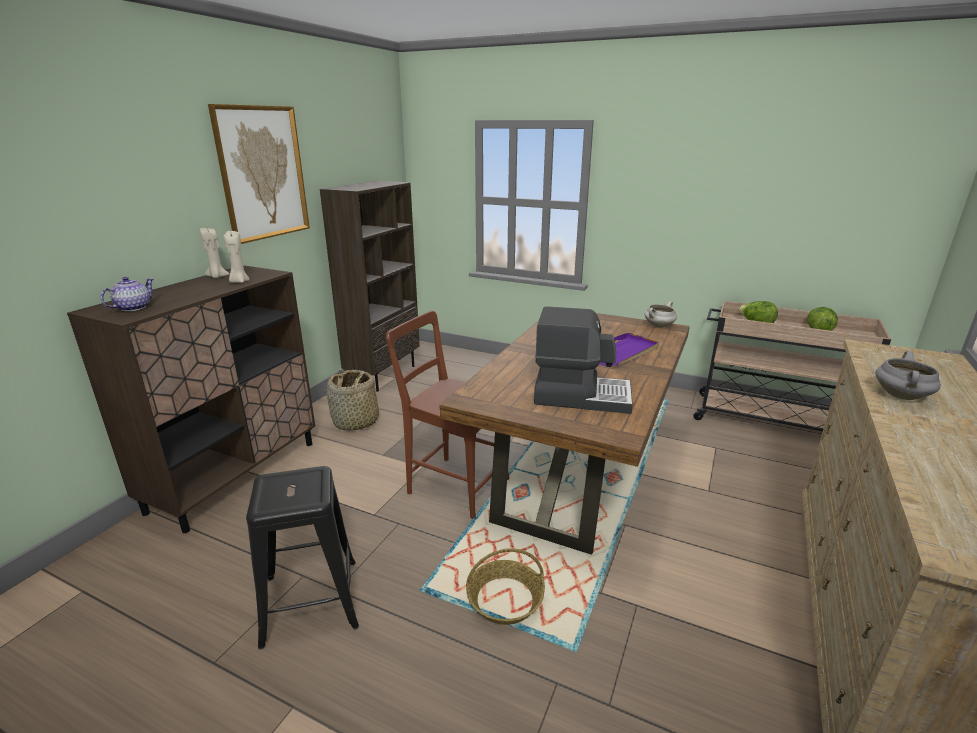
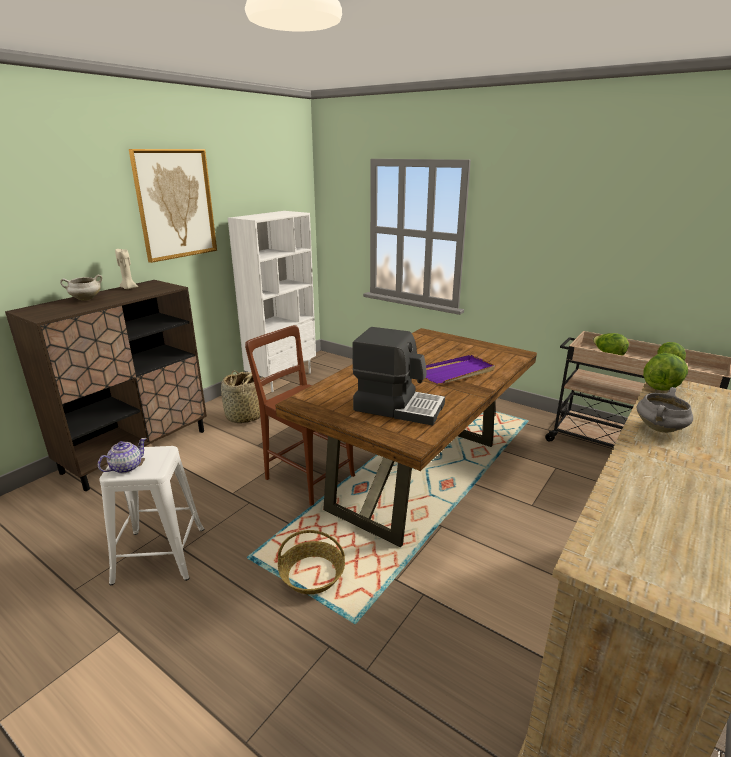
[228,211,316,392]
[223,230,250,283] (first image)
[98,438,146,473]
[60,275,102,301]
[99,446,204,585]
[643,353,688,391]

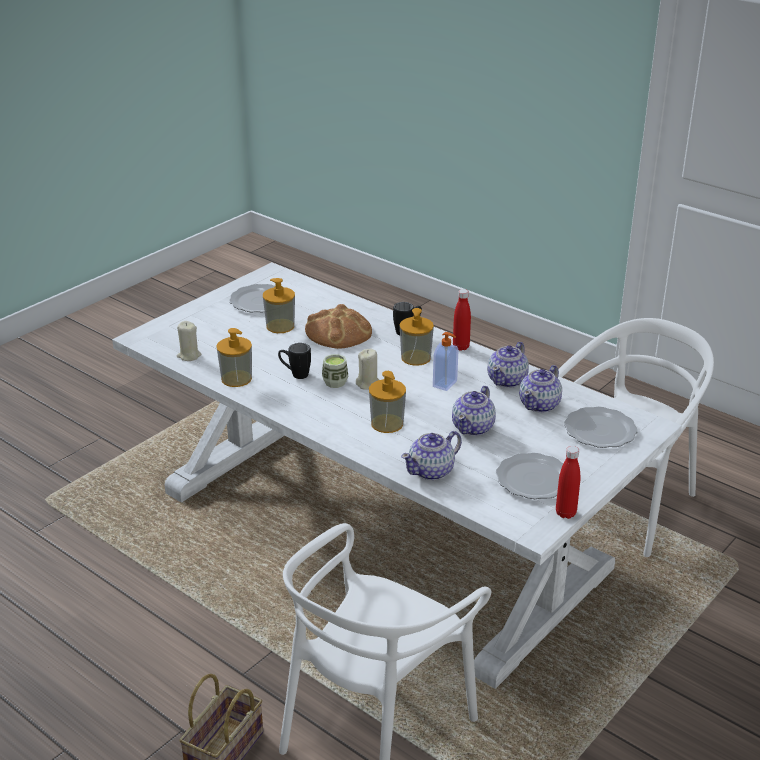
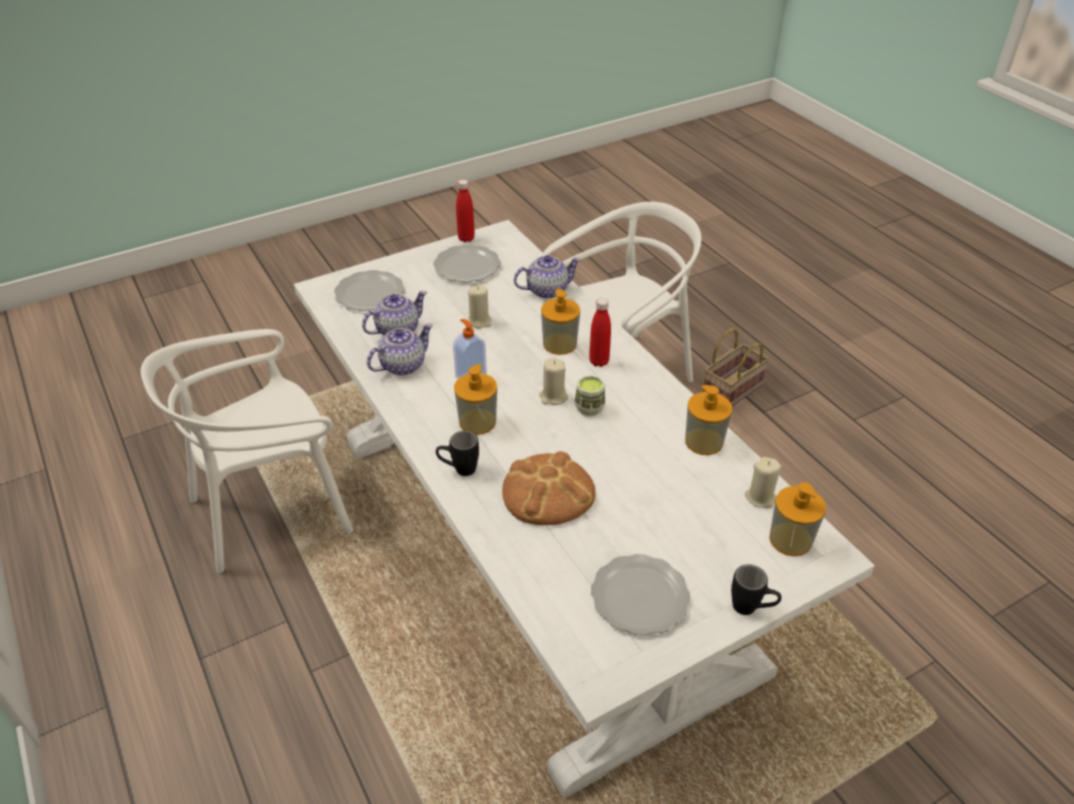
[769,482,826,556]
[589,298,611,367]
[731,564,782,615]
[468,285,492,329]

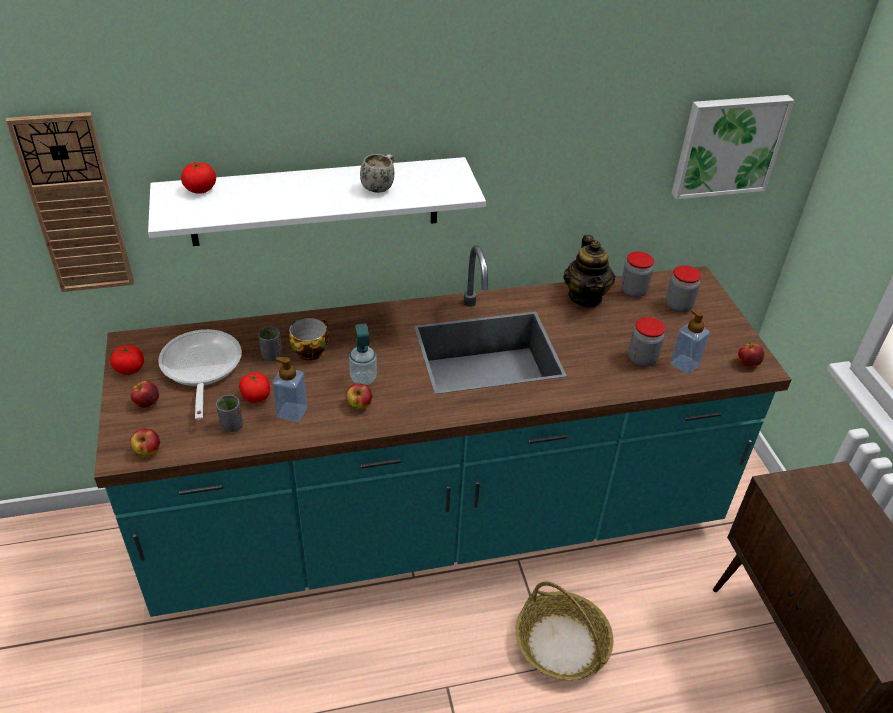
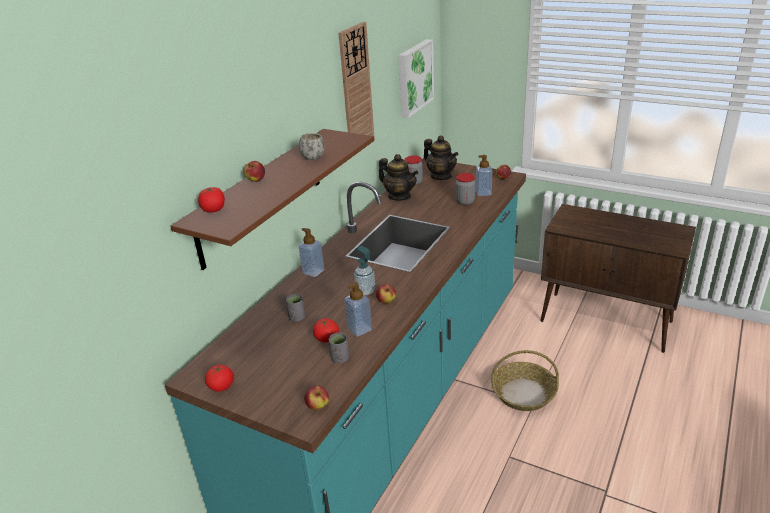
[338,22,375,140]
[170,129,374,270]
[424,136,459,180]
[289,317,329,361] (first image)
[158,329,242,420] (first image)
[244,161,265,182]
[299,228,324,277]

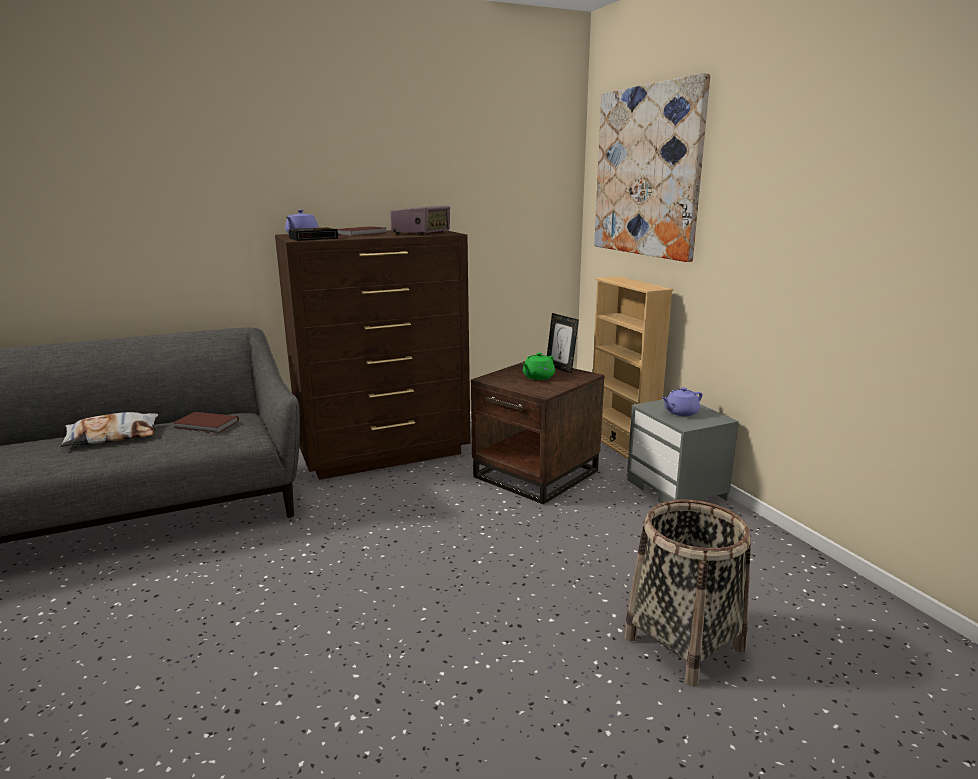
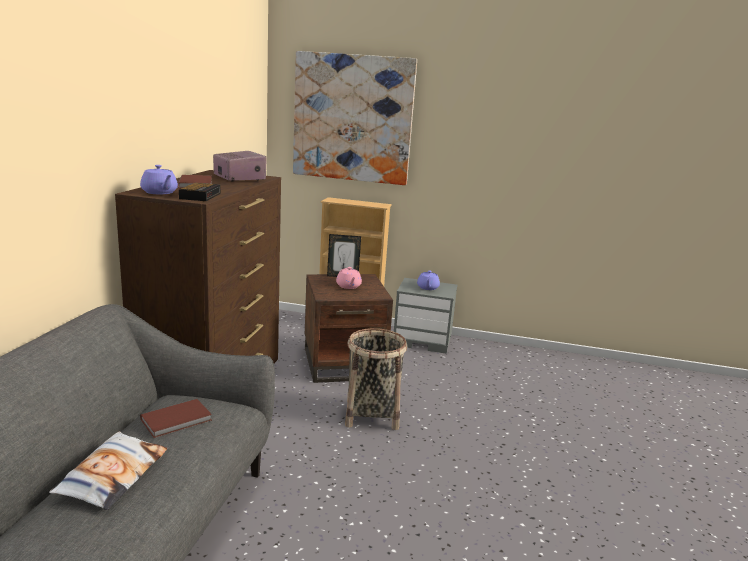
[336,267,362,289]
[345,328,407,430]

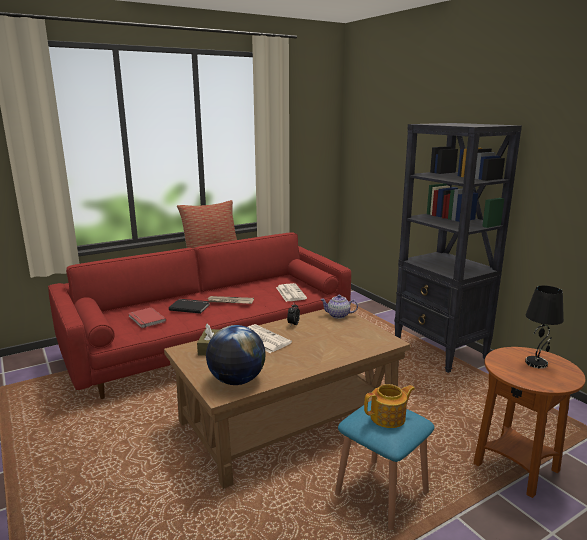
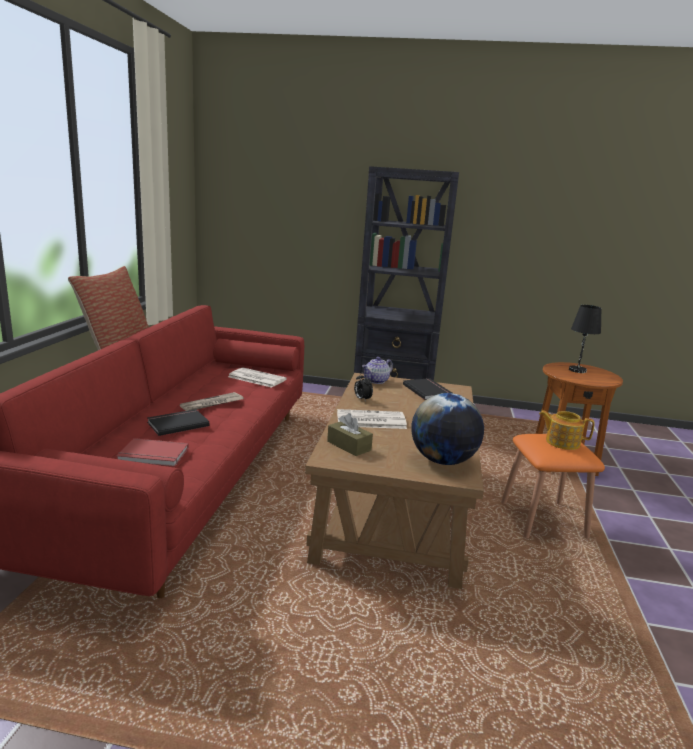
[539,410,595,450]
[501,434,605,539]
[403,378,452,400]

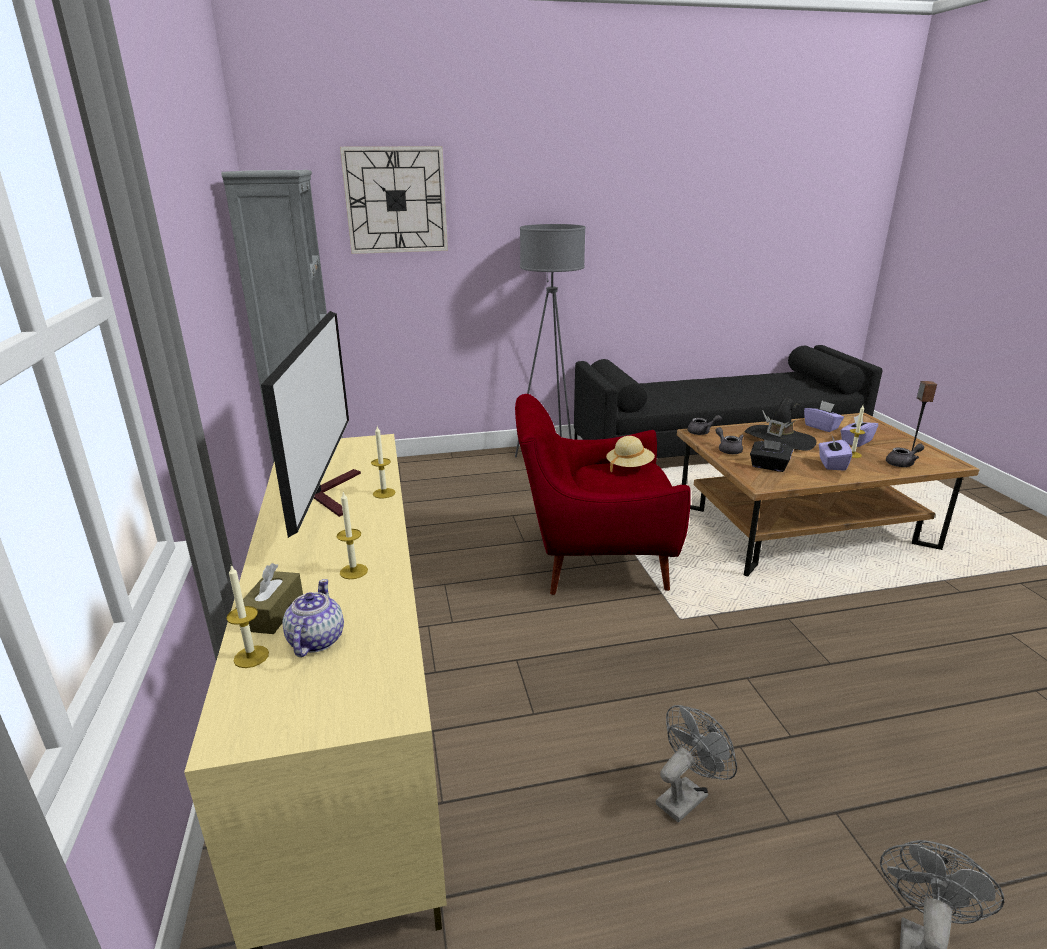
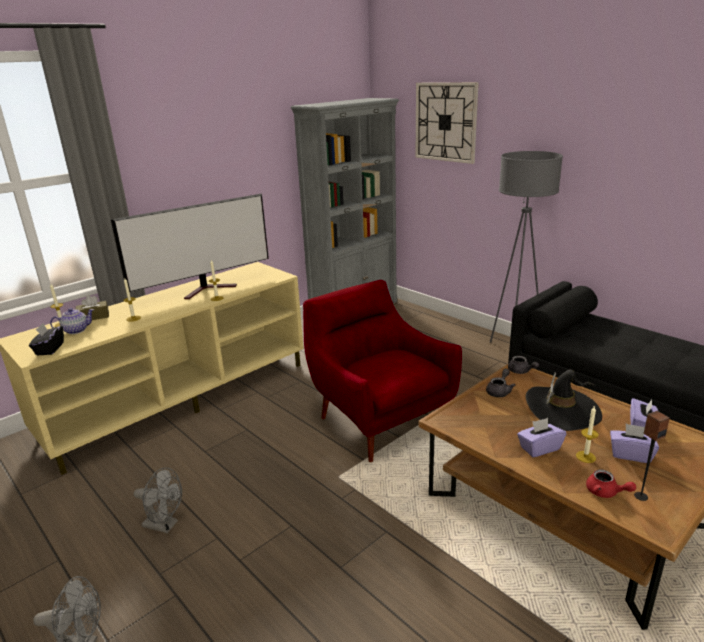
[606,436,655,473] (first image)
[29,323,64,355]
[586,469,636,498]

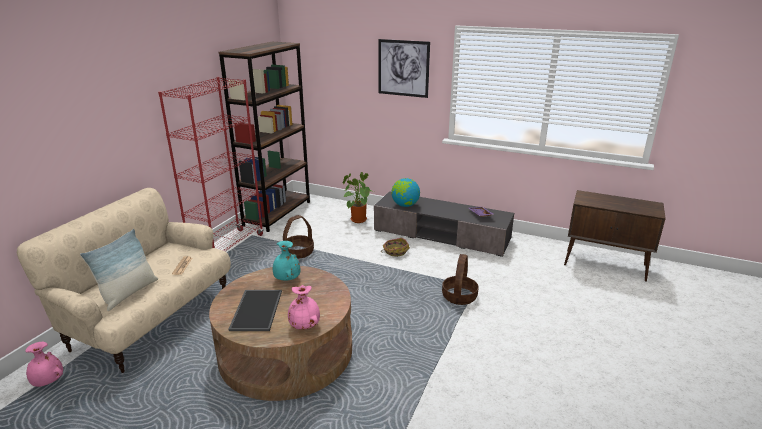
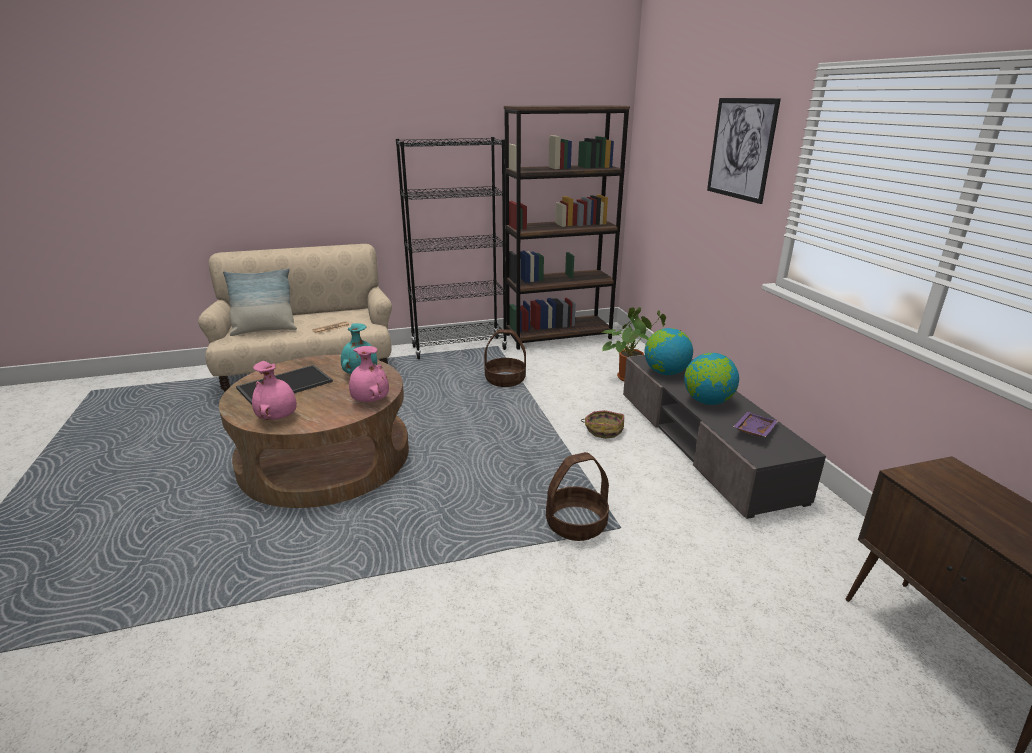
[396,137,507,359]
[349,346,389,402]
[684,353,739,405]

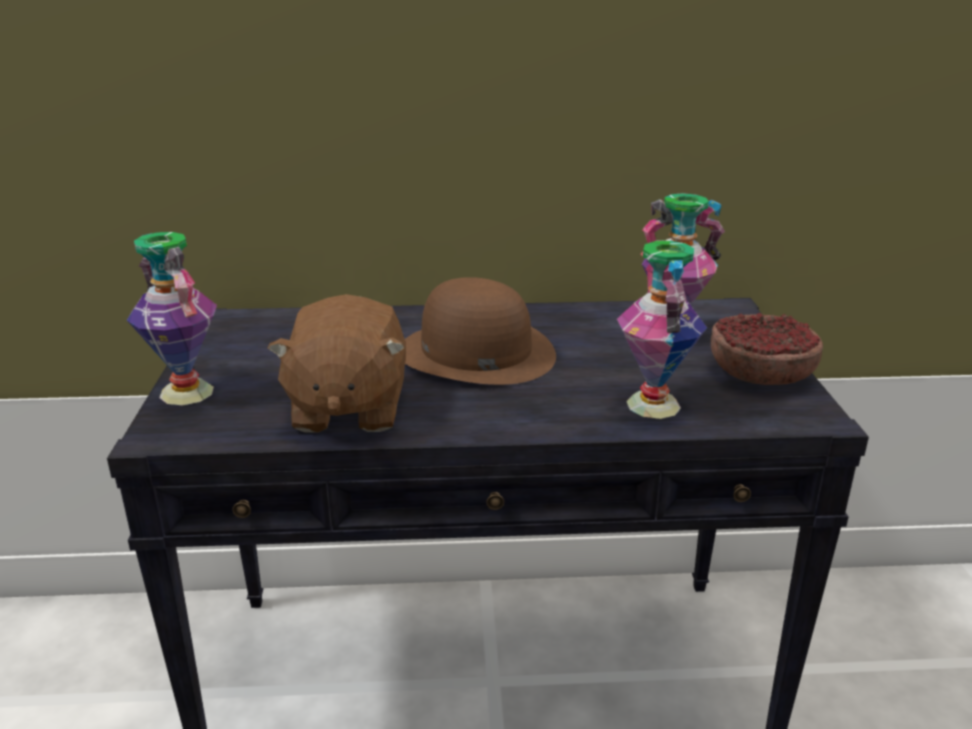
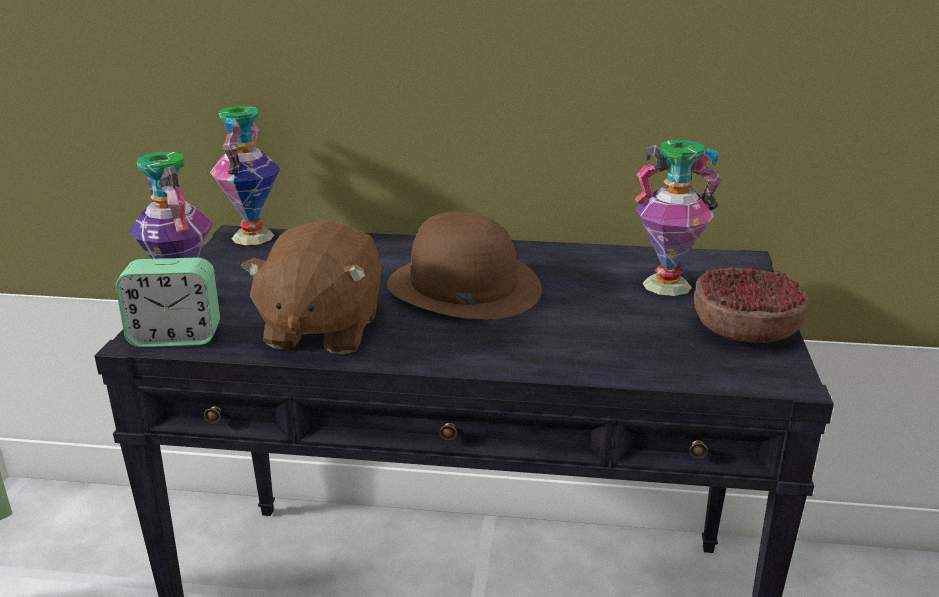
[210,106,280,245]
[116,257,220,347]

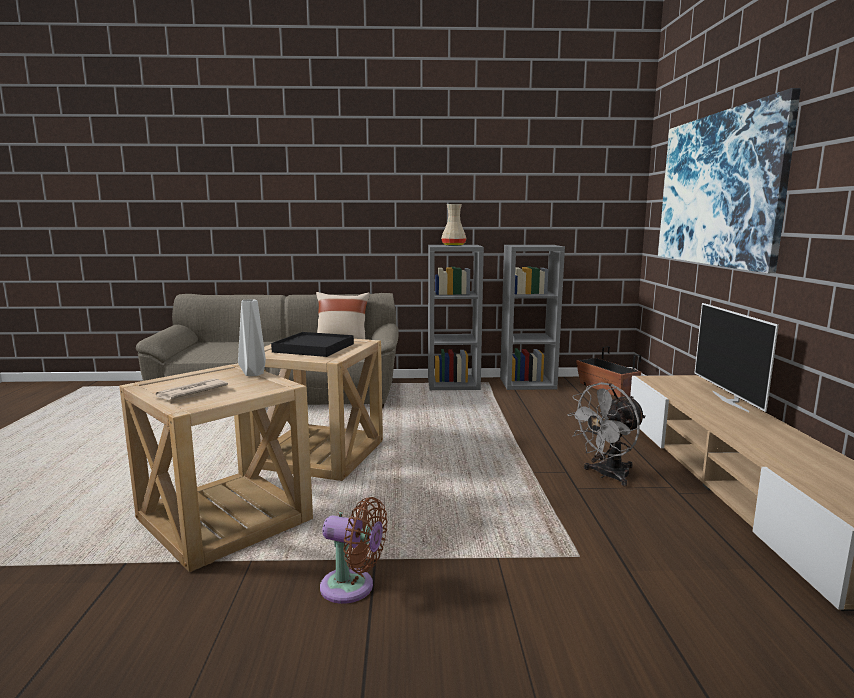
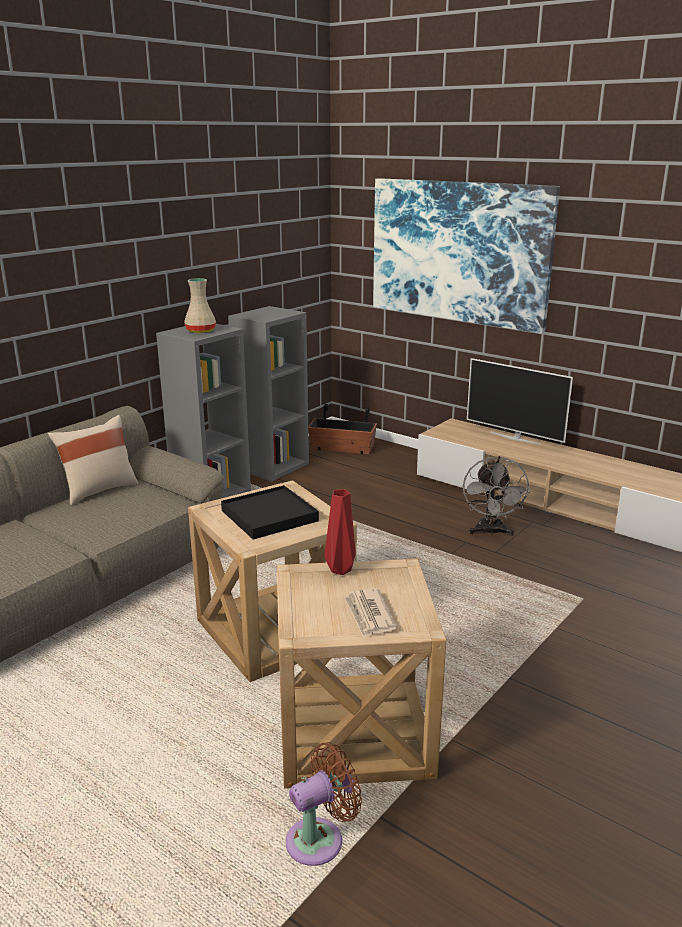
[324,489,356,575]
[286,742,362,866]

